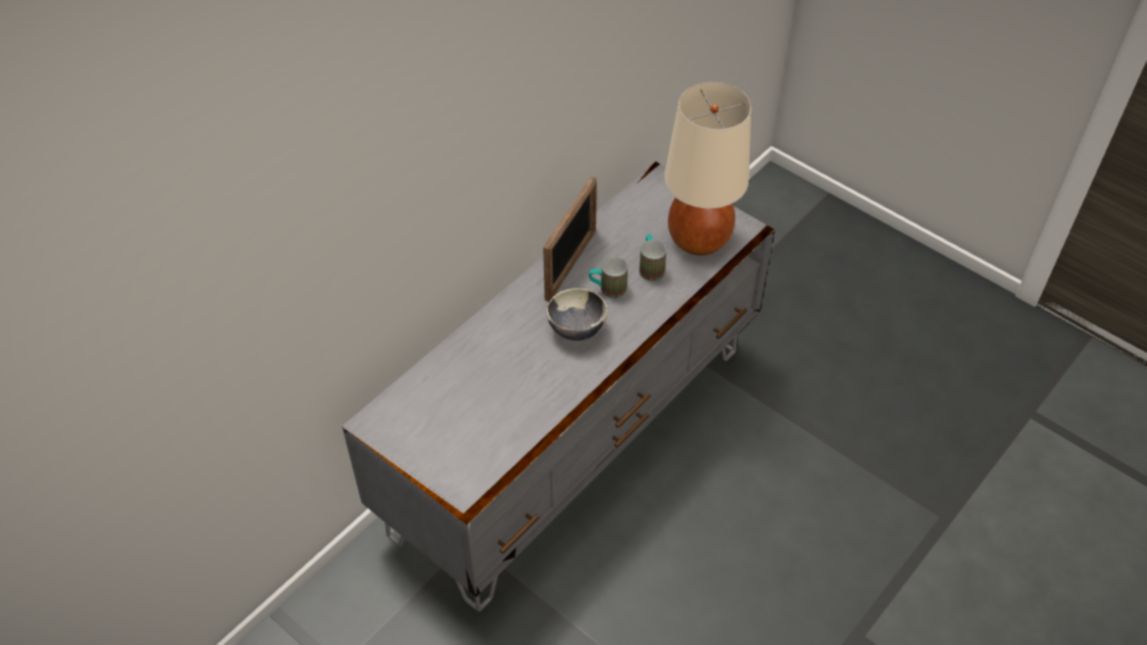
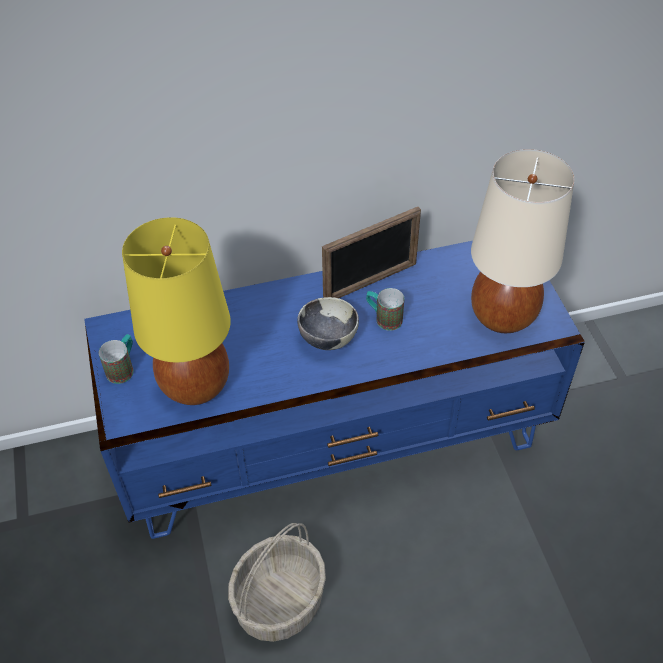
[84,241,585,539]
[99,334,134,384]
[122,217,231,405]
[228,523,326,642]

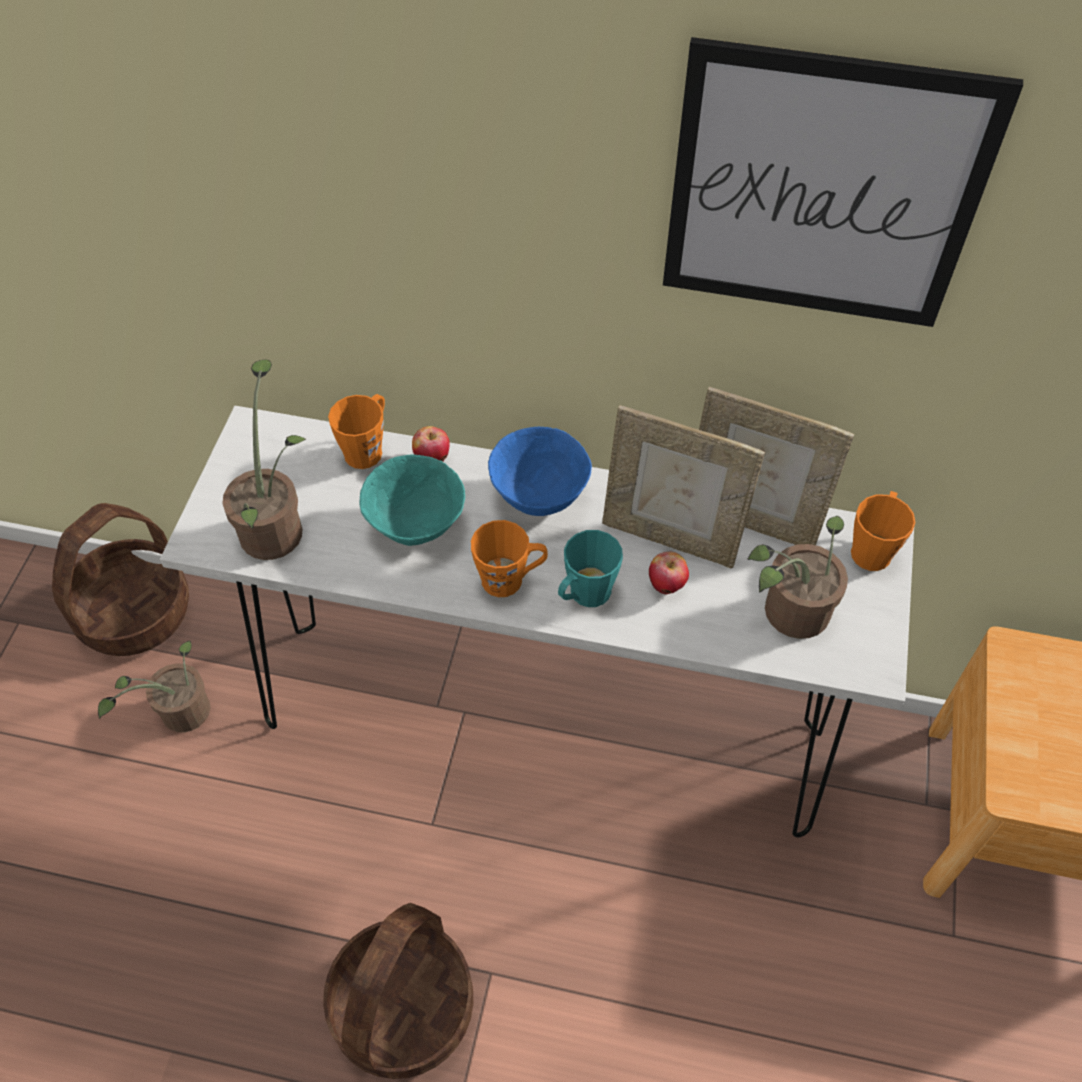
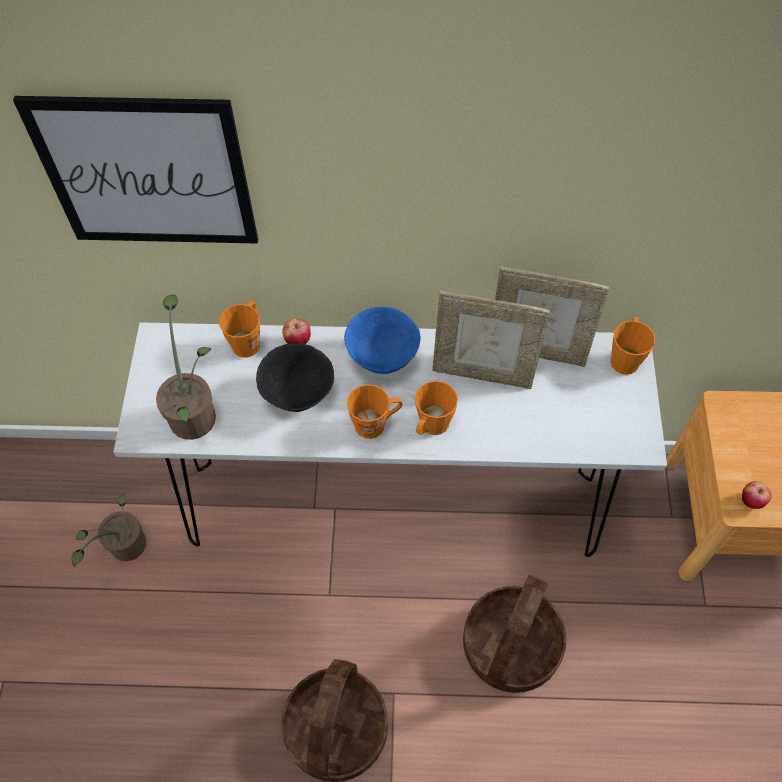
[13,96,258,244]
[256,343,334,412]
[463,575,567,693]
[747,516,848,639] (first image)
[415,381,458,435]
[742,481,771,509]

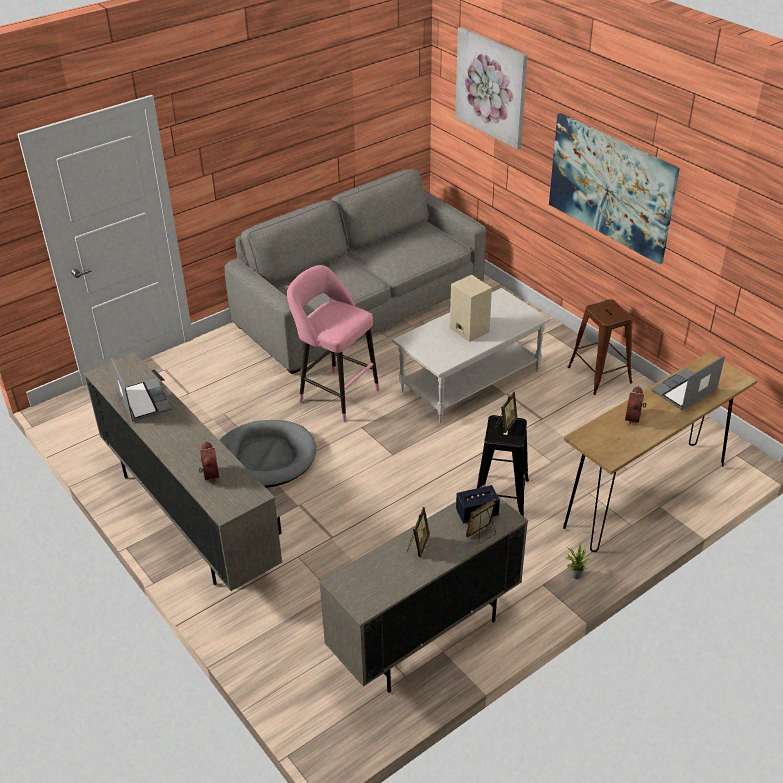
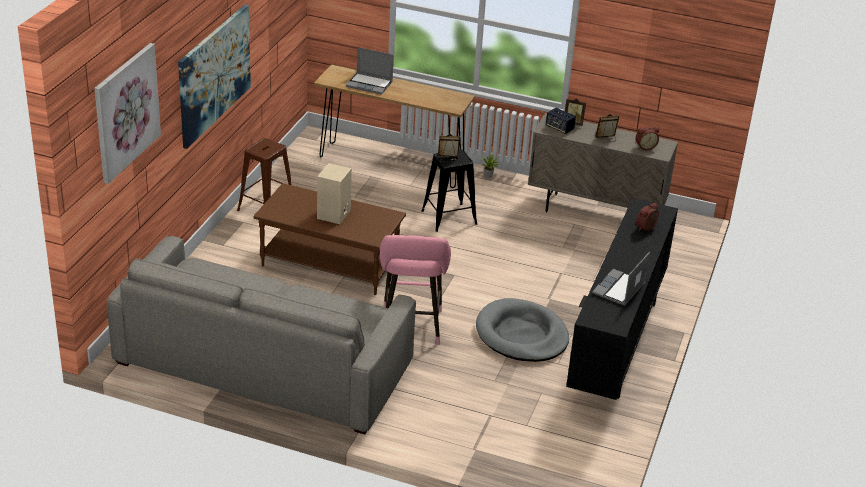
[253,183,406,295]
[566,198,678,400]
[636,126,659,150]

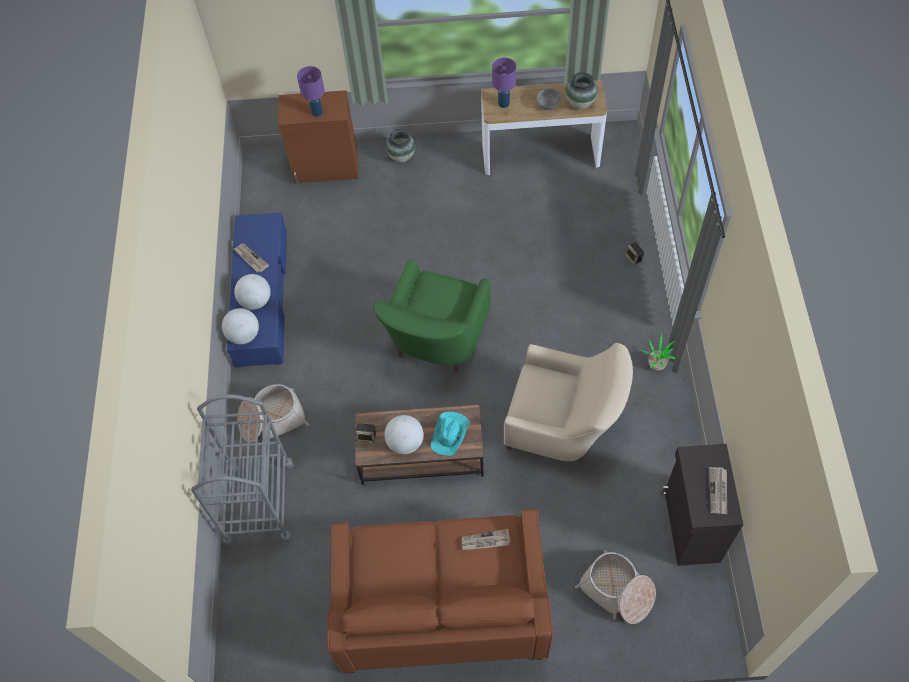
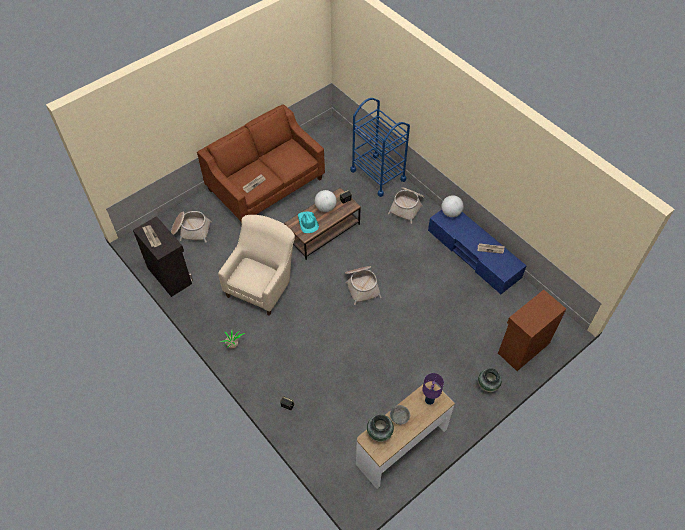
[297,66,325,117] (first image)
[345,266,382,305]
[234,274,271,310] (first image)
[218,215,295,316]
[350,98,410,197]

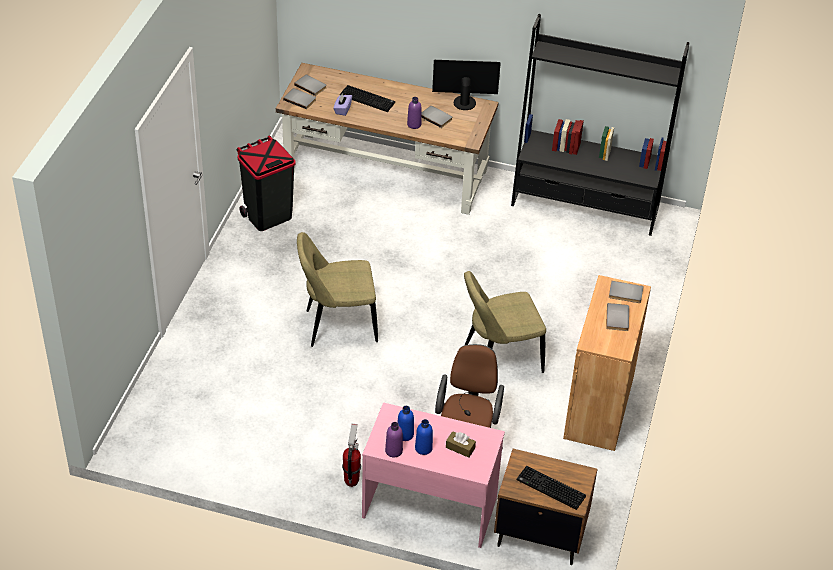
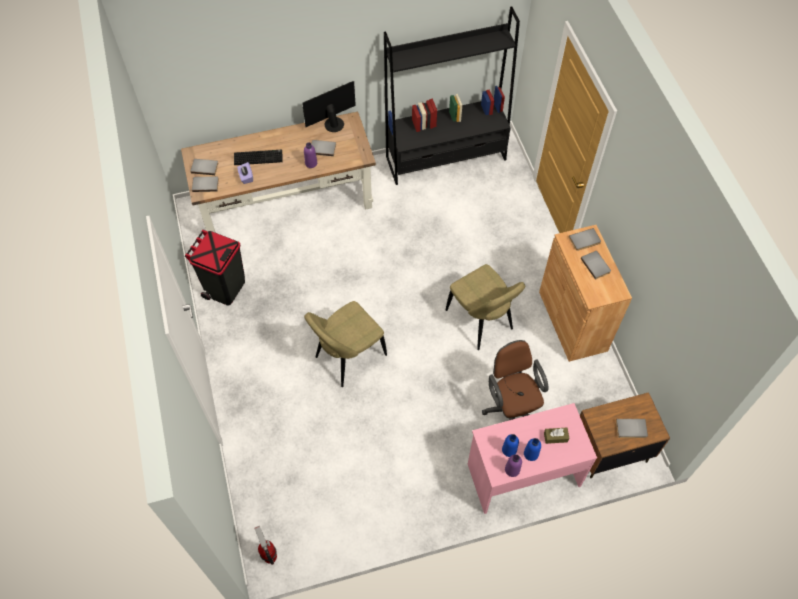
[446,264,525,350]
[254,526,277,565]
[616,419,648,438]

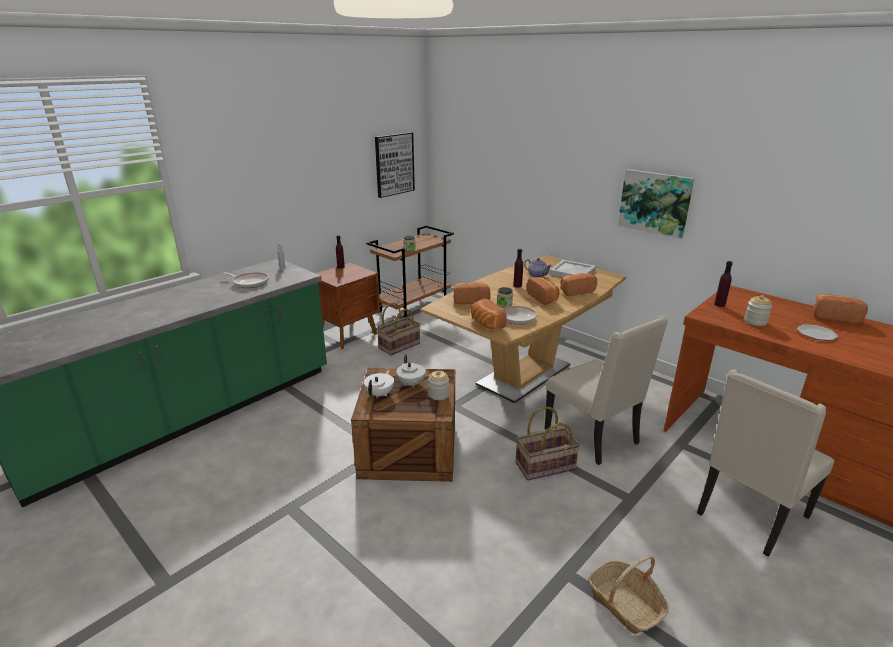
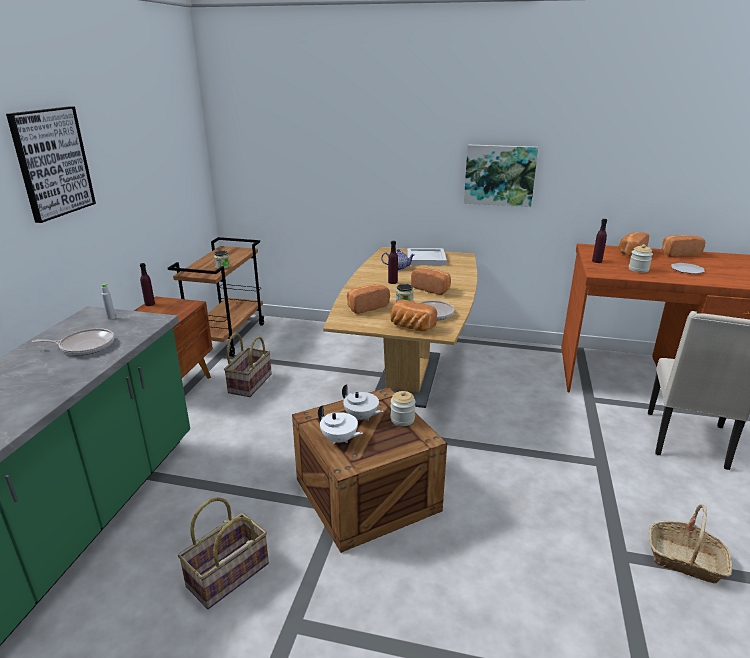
[6,106,96,223]
[619,232,649,257]
[545,316,668,465] (first image)
[318,405,363,444]
[178,497,269,609]

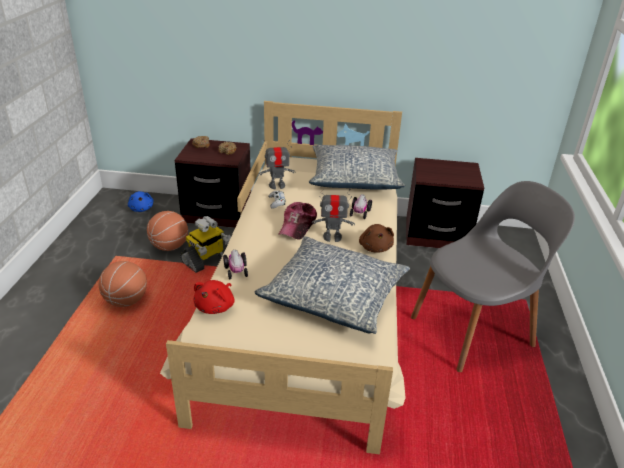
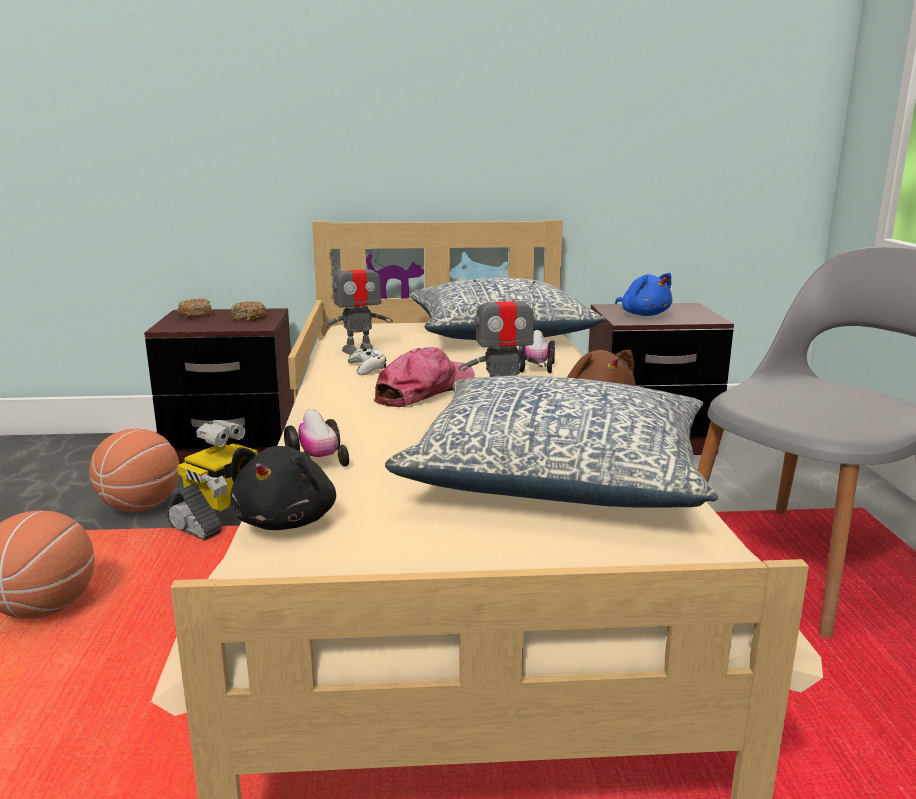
[615,273,672,316]
[373,347,475,407]
[230,446,336,530]

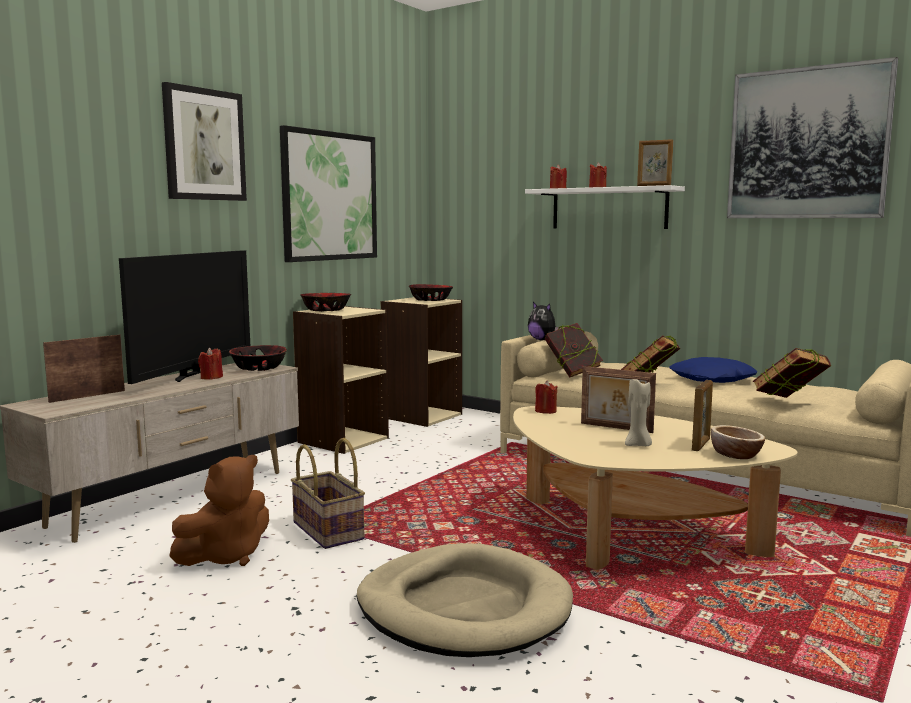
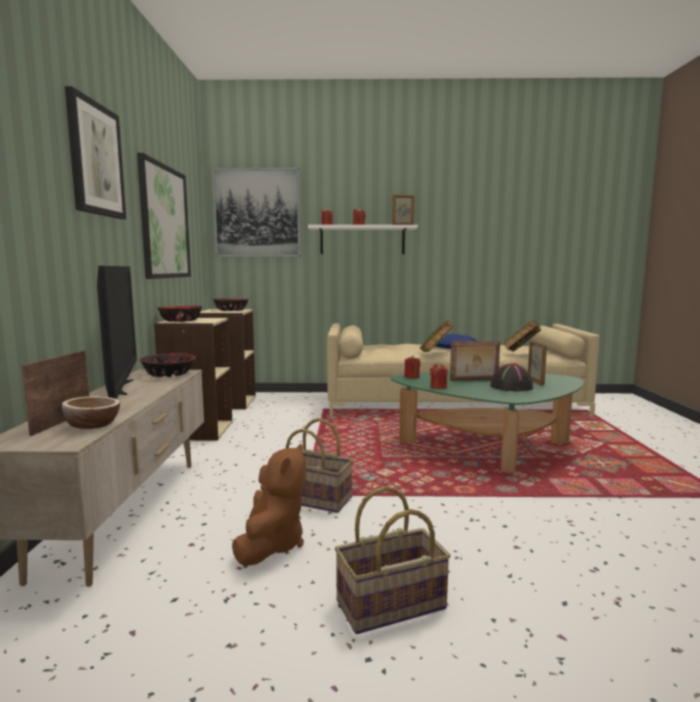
[212,168,301,257]
[528,302,561,340] (first image)
[545,323,603,378] (first image)
[430,363,448,389]
[490,363,533,391]
[391,371,584,473]
[62,396,120,429]
[357,543,573,657] (first image)
[335,486,450,634]

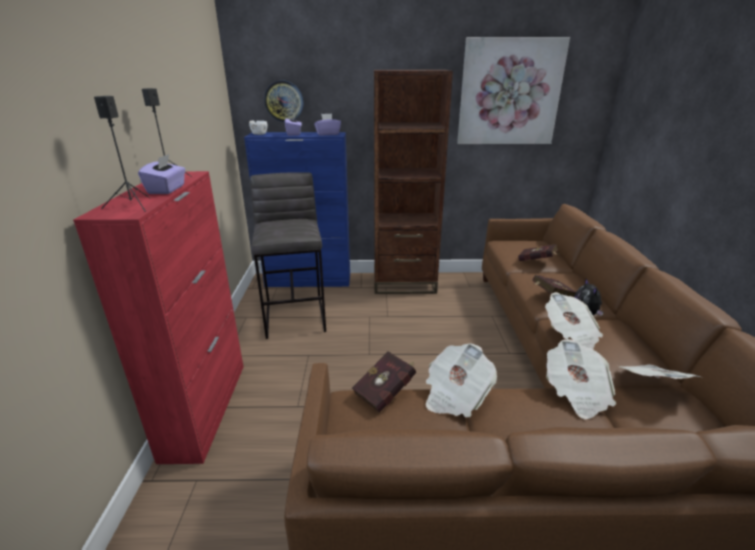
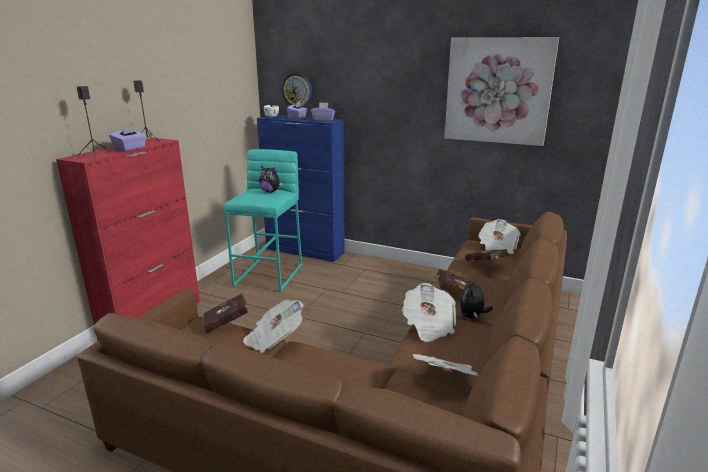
[374,70,453,294] (first image)
[224,149,302,292]
[478,219,521,254]
[259,166,283,193]

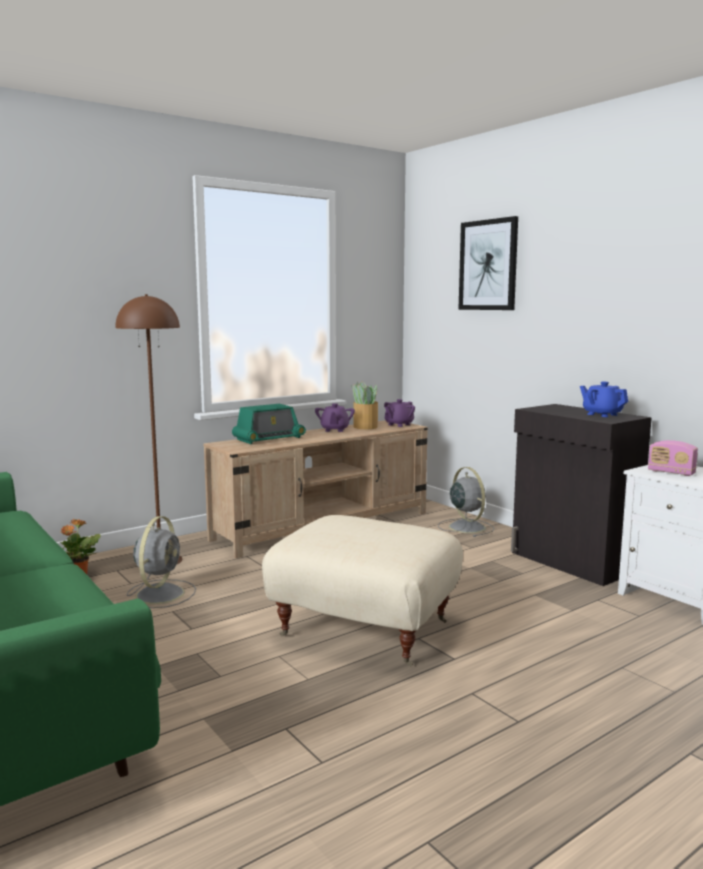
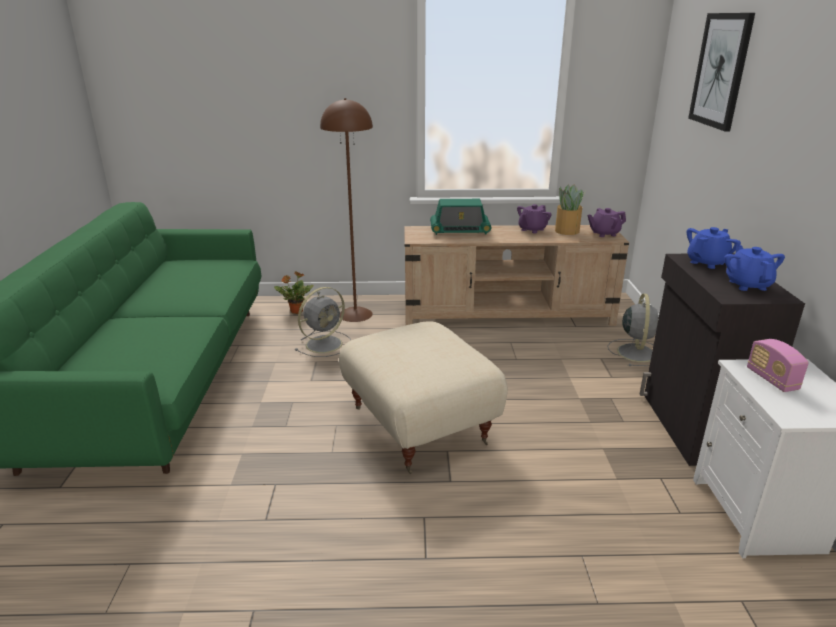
[687,227,741,269]

